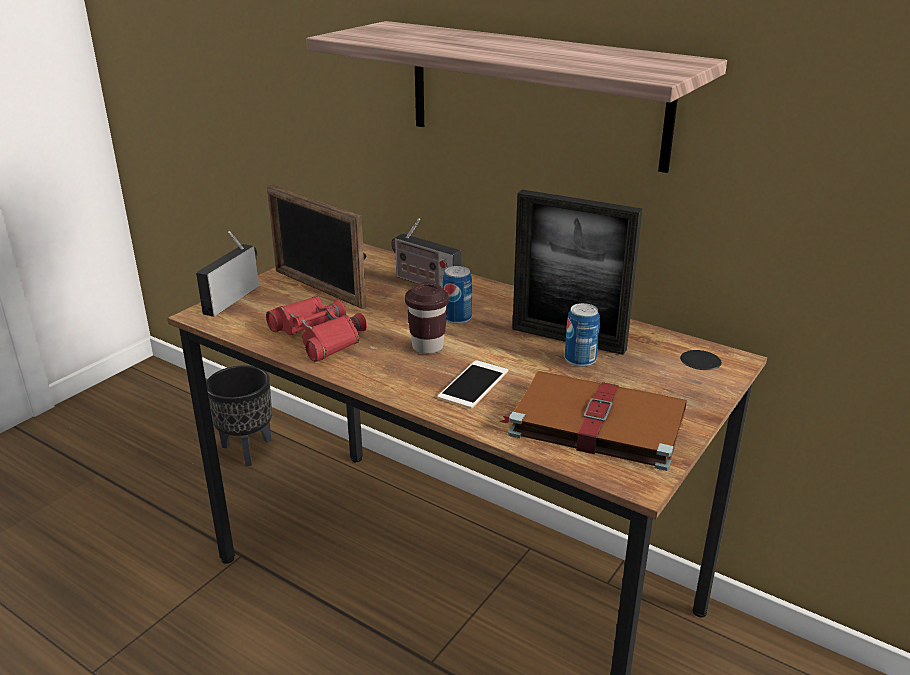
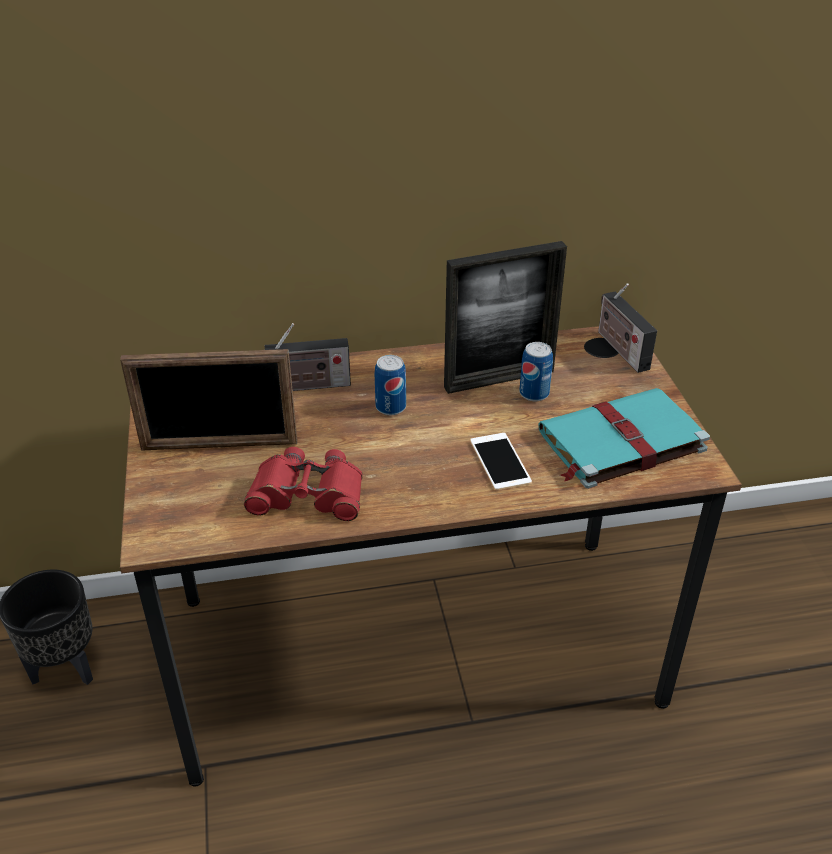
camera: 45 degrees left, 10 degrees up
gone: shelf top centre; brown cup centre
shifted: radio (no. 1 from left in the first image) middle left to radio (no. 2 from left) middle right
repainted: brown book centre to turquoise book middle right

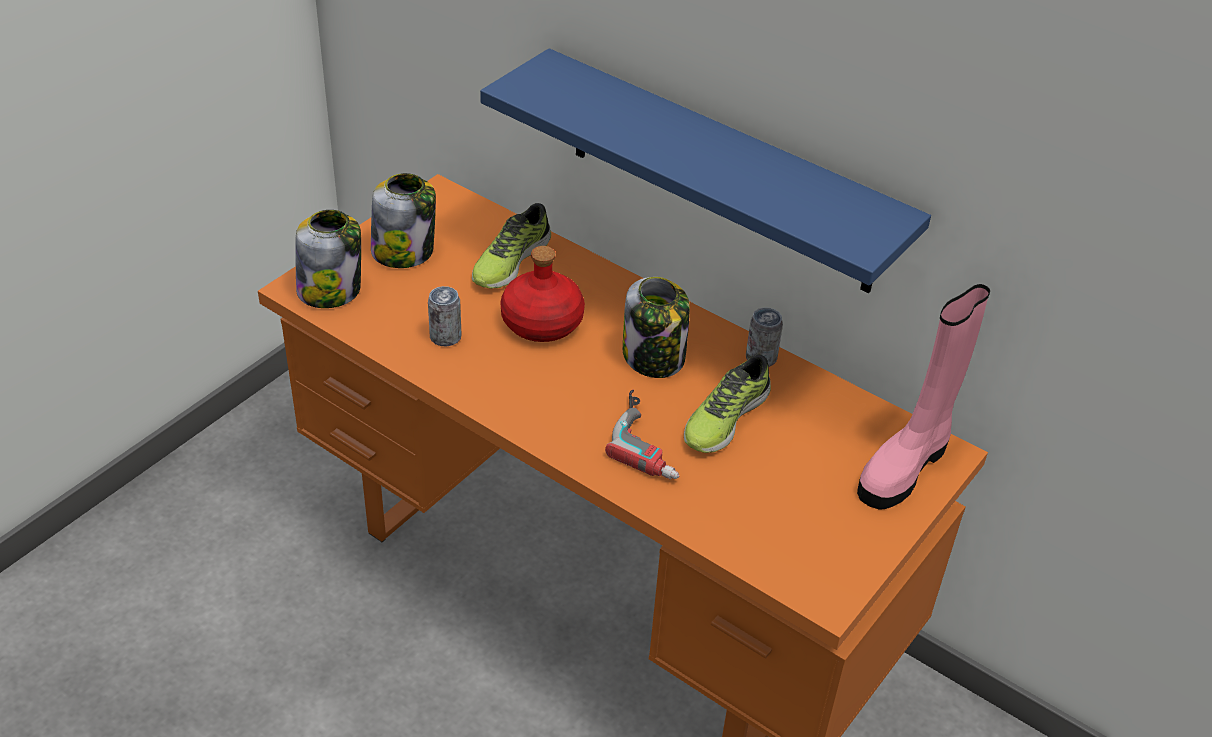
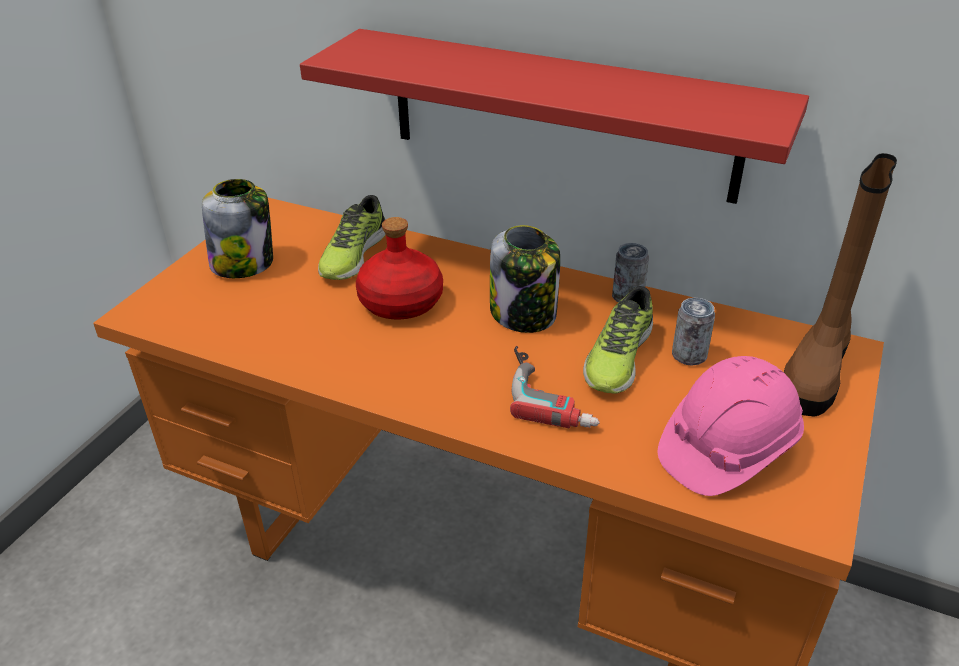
camera: 10 degrees left, 5 degrees down
gone: jar (no. 1 from left) middle left
new: pink hard hat middle right
shifted: can (no. 1 from left in the first image) centre to can (no. 2 from left) middle right
repainted: blue shelf top centre to red shelf top centre; pink boot middle right to brown boot middle right

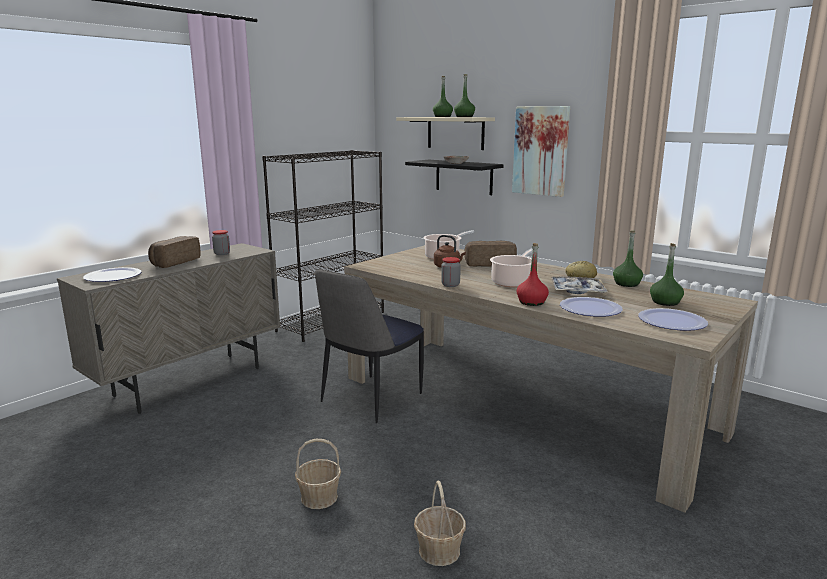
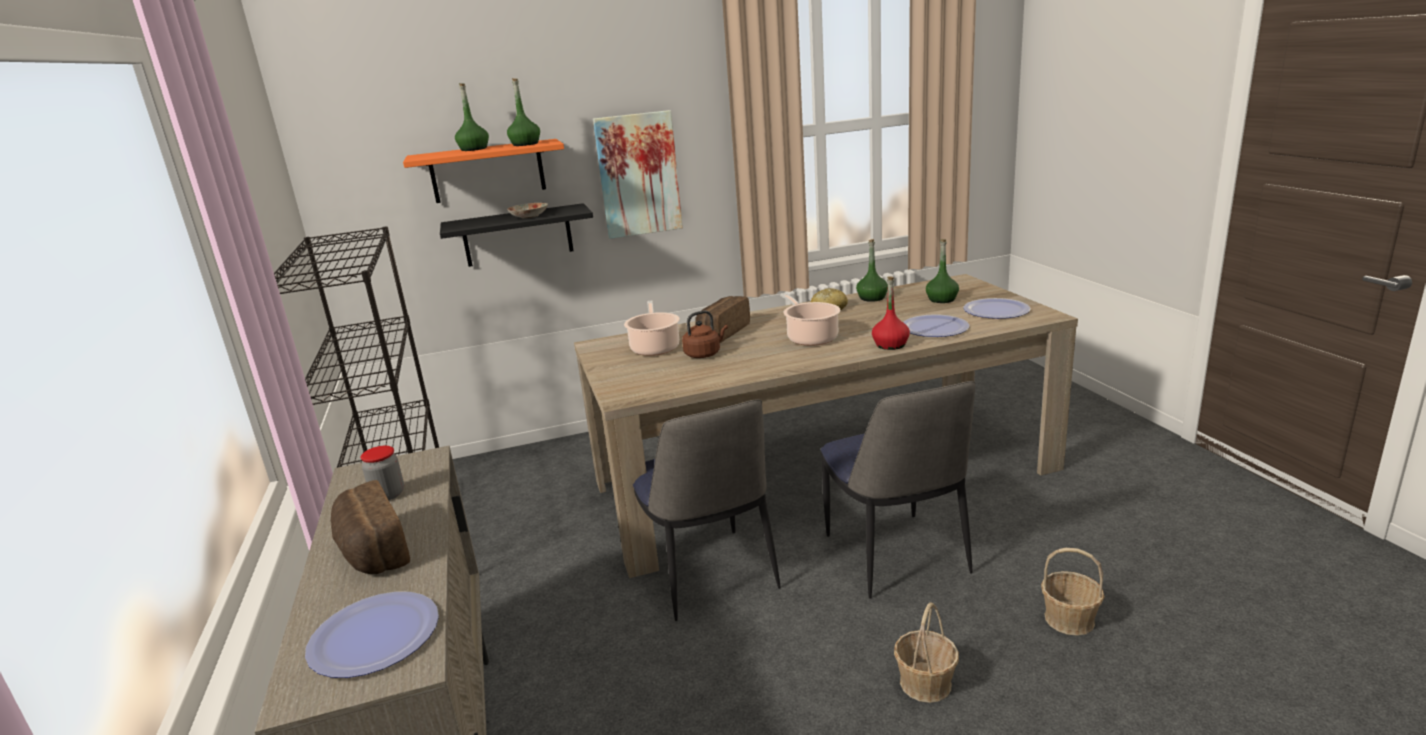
camera: 55 degrees left, 5 degrees up
gone: jar (no. 2 from left) centre; tray middle right
new: chair (no. 2 from left) bottom centre
repainted: beige shelf top centre to orange shelf top centre

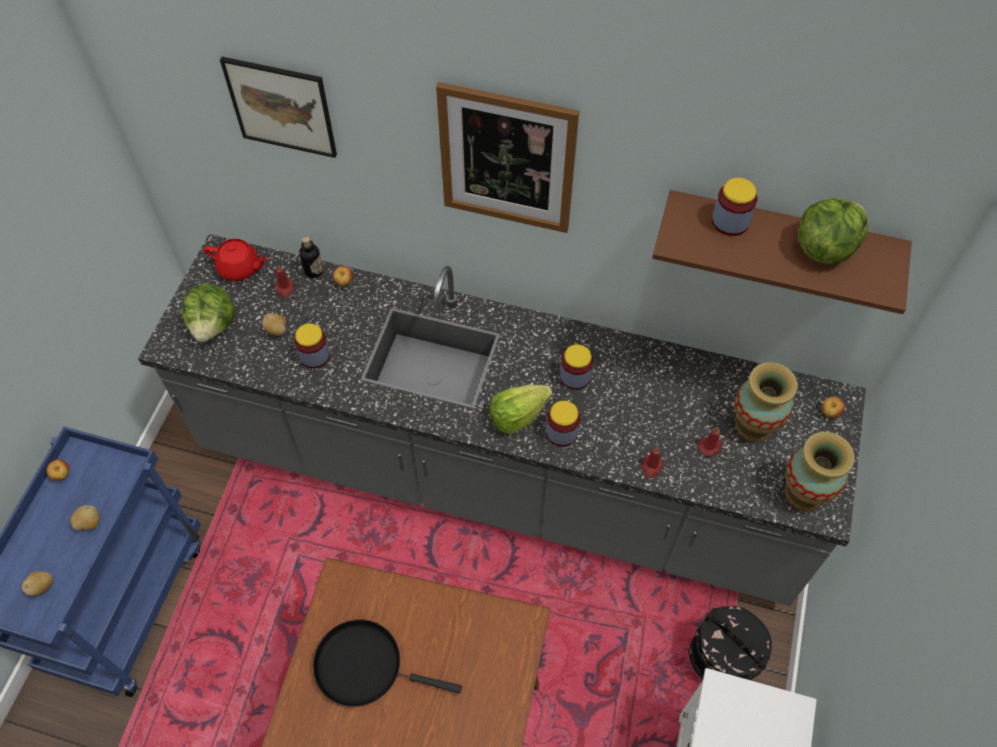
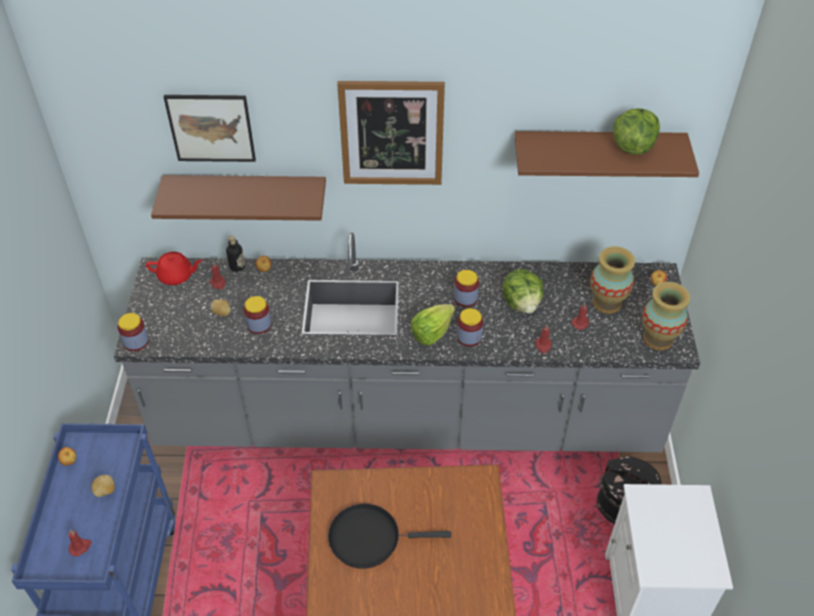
camera: 15 degrees left, 10 degrees down
new: brown shelf (no. 1 from left) top left
shifted: lettuce (no. 1 from left in the first image) middle left to lettuce (no. 2 from left) centre; jar (no. 4 from left in the first image) top right to jar (no. 1 from left) middle left
swapped: potato (no. 1 from left) bottom left to red candle (no. 1 from left) bottom left

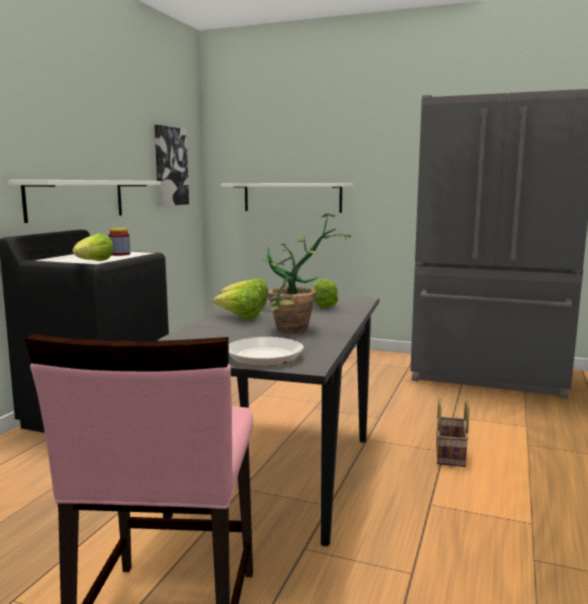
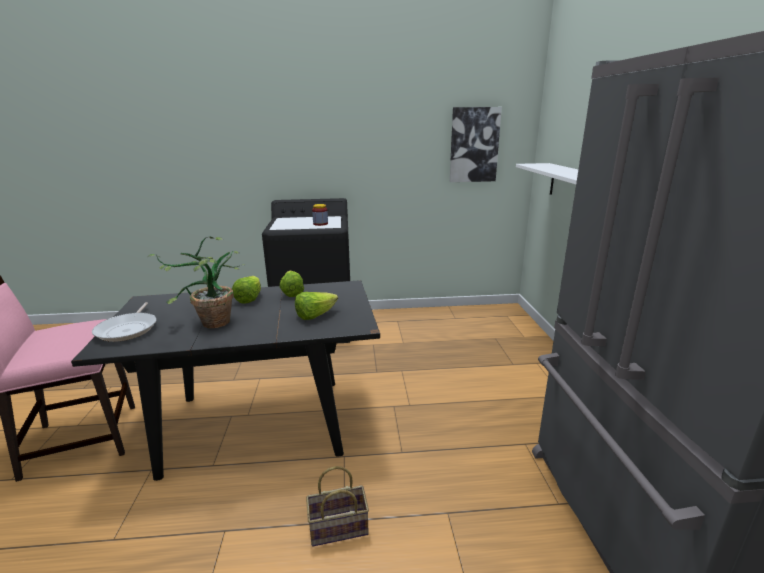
camera: 65 degrees right, 10 degrees up
gone: white shelf (no. 1 from left) top left; lettuce (no. 1 from left) middle left

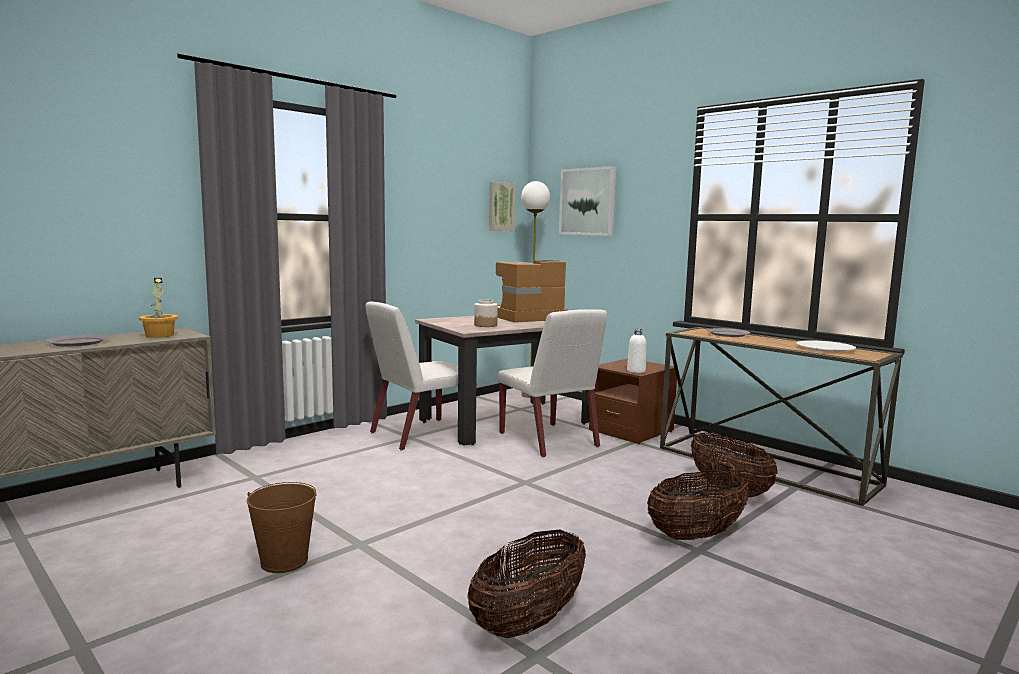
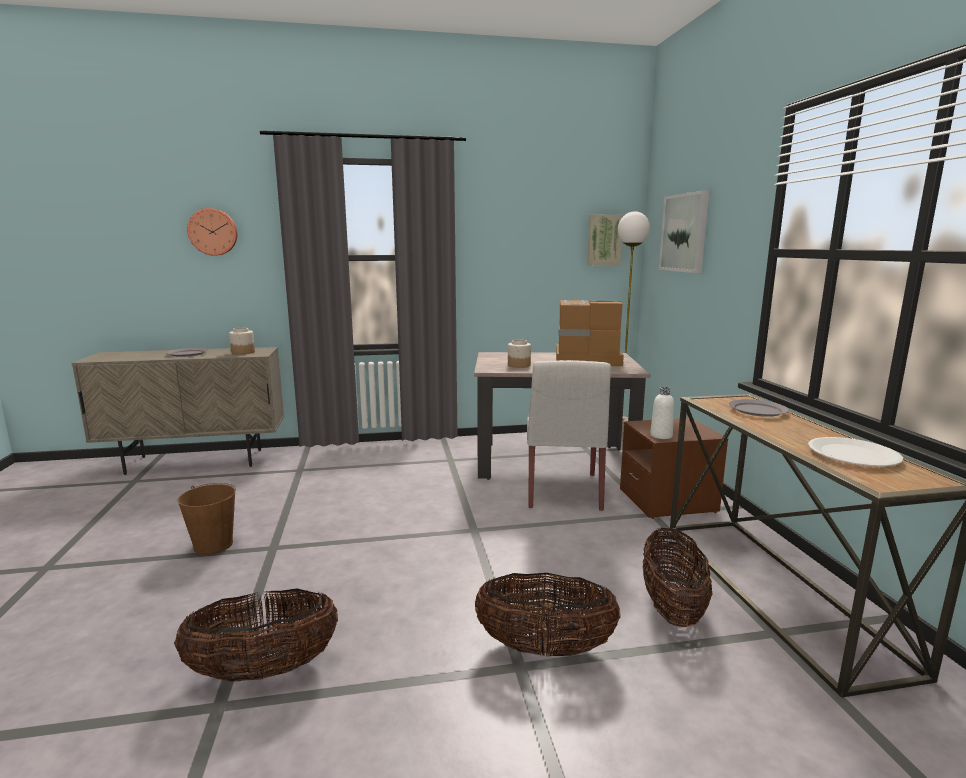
camera: 35 degrees right, 5 degrees up
gone: white chair (no. 1 from left) centre
new: wall clock top left
swapped: potted plant middle left to jar (no. 1 from left) middle left

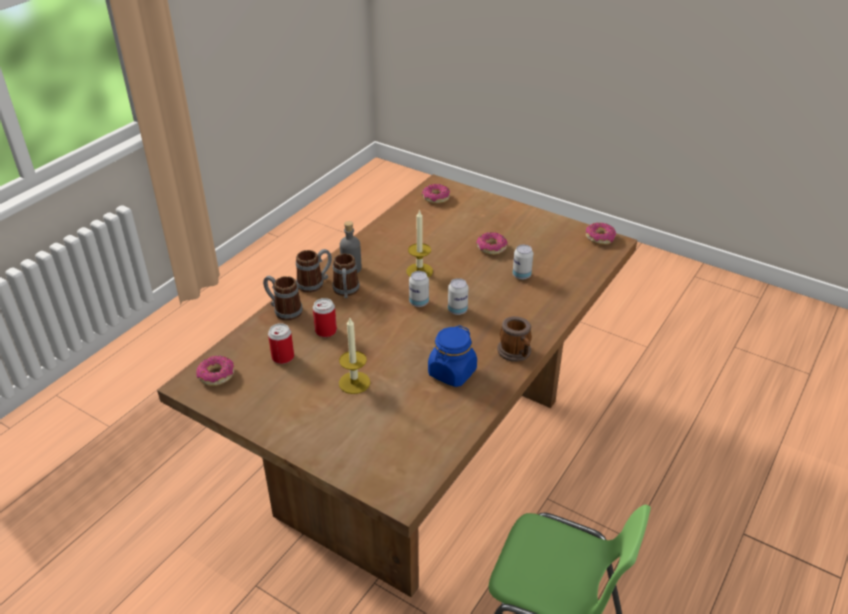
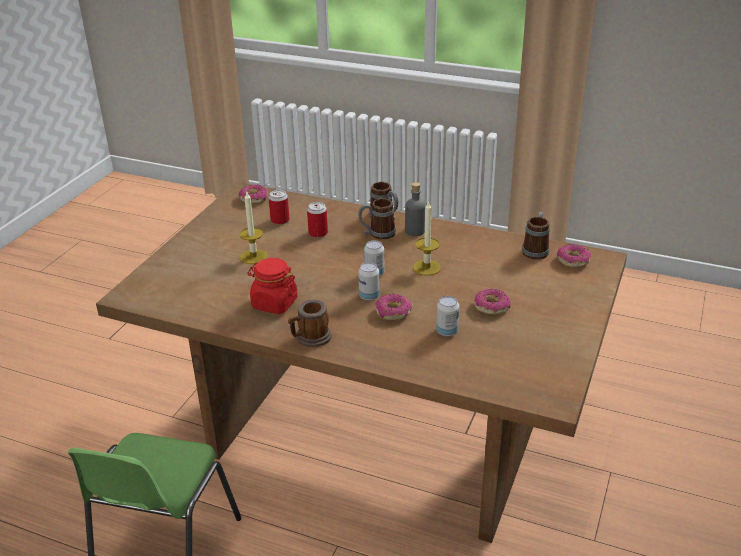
camera: 80 degrees right, 5 degrees down
shifted: mug (no. 1 from left in the first image) centre to mug (no. 4 from left) middle right; donut (no. 4 from left in the first image) middle right to donut (no. 2 from left) centre
repainted: blue jar centre to red jar centre

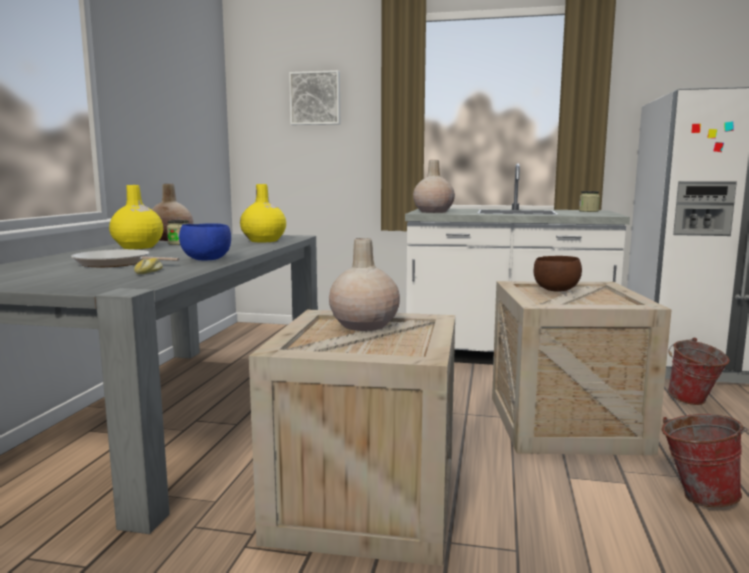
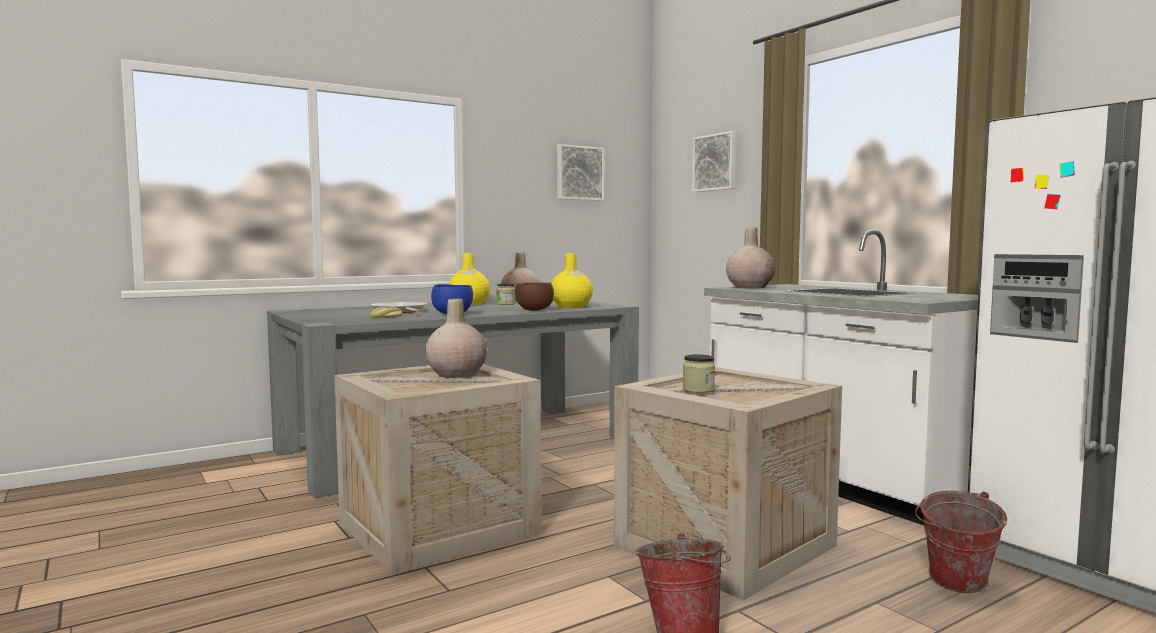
camera: 45 degrees right, 5 degrees down
new: picture (no. 1 from left) top centre
shifted: brown bowl middle right to centre; jar (no. 2 from left) middle right to centre

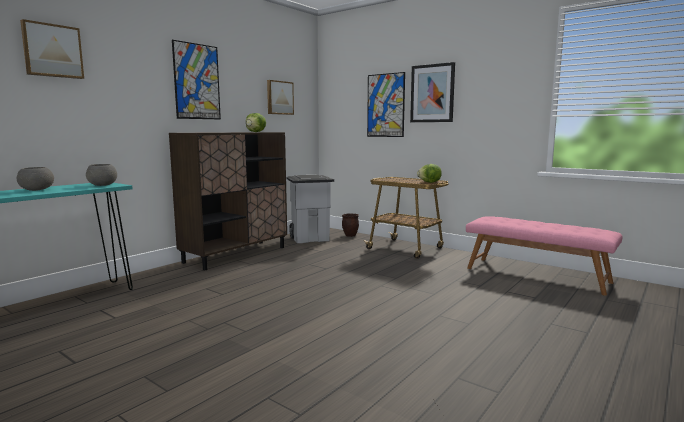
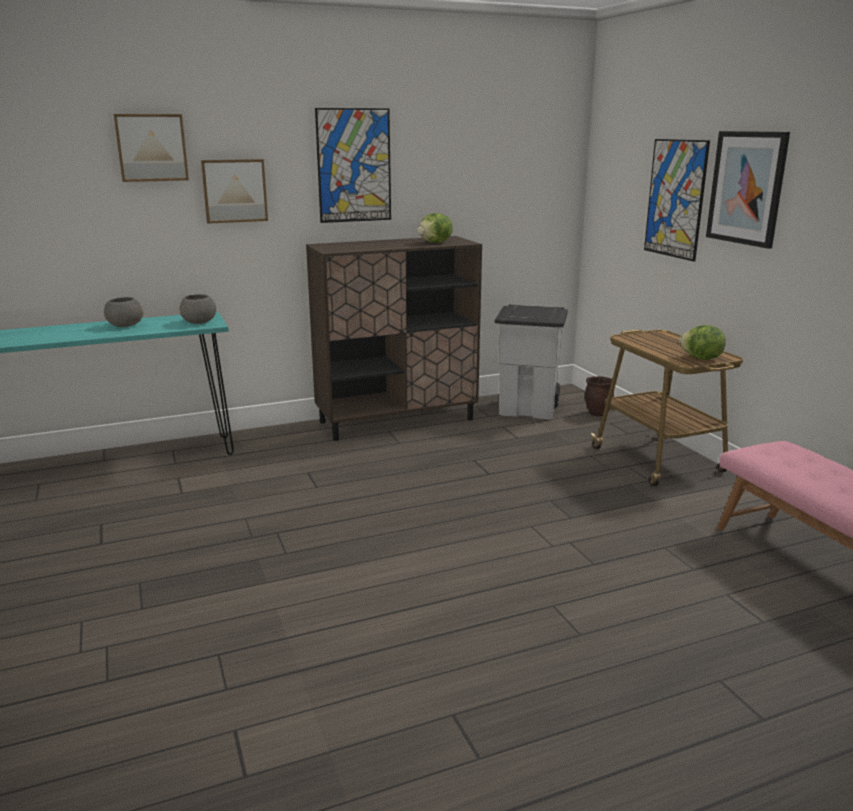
camera: 30 degrees right, 10 degrees up
shifted: picture (no. 3 from left in the first image) top centre to picture (no. 2 from left) top left

